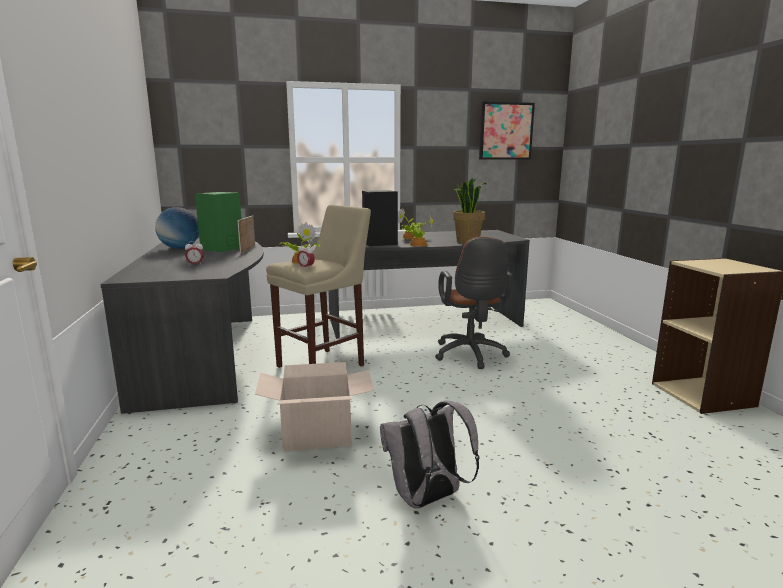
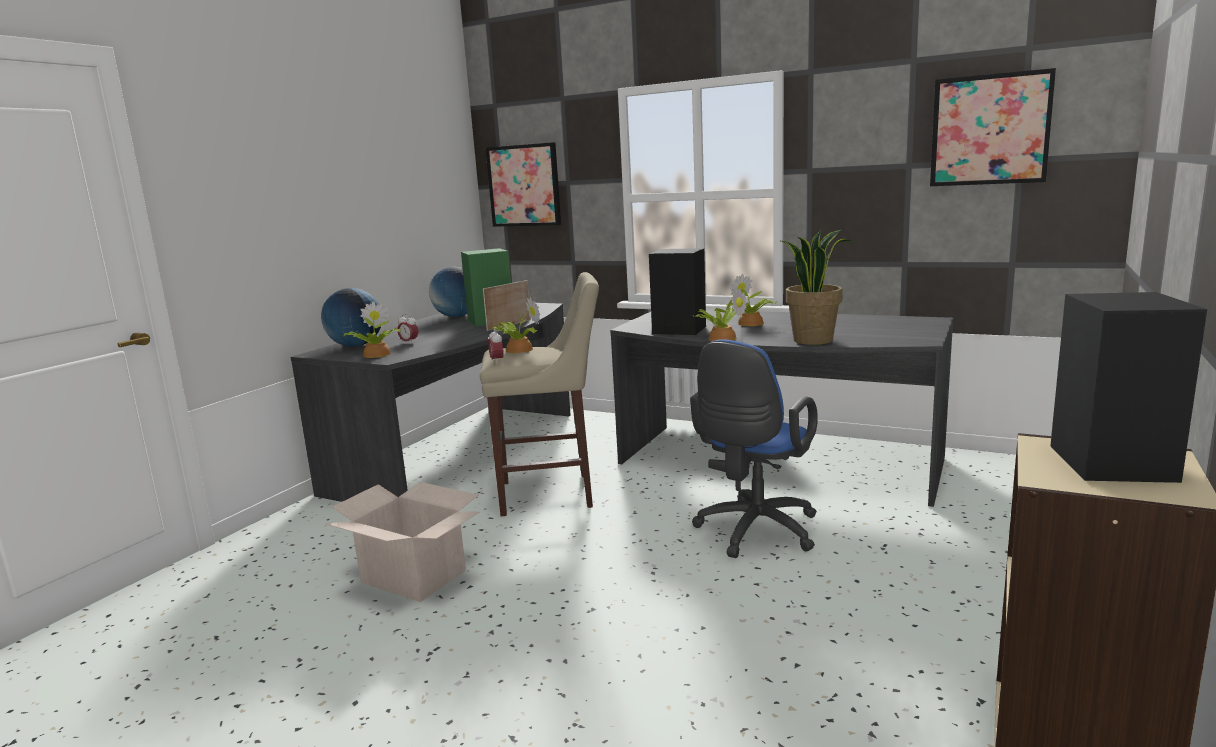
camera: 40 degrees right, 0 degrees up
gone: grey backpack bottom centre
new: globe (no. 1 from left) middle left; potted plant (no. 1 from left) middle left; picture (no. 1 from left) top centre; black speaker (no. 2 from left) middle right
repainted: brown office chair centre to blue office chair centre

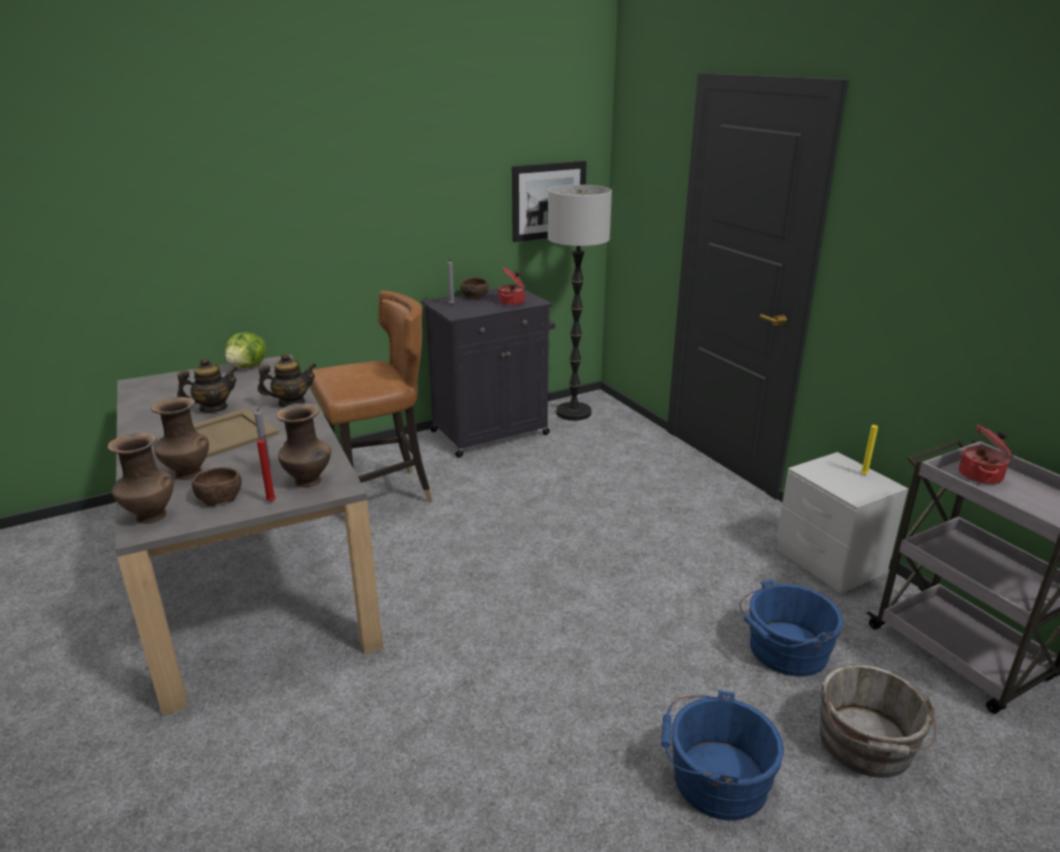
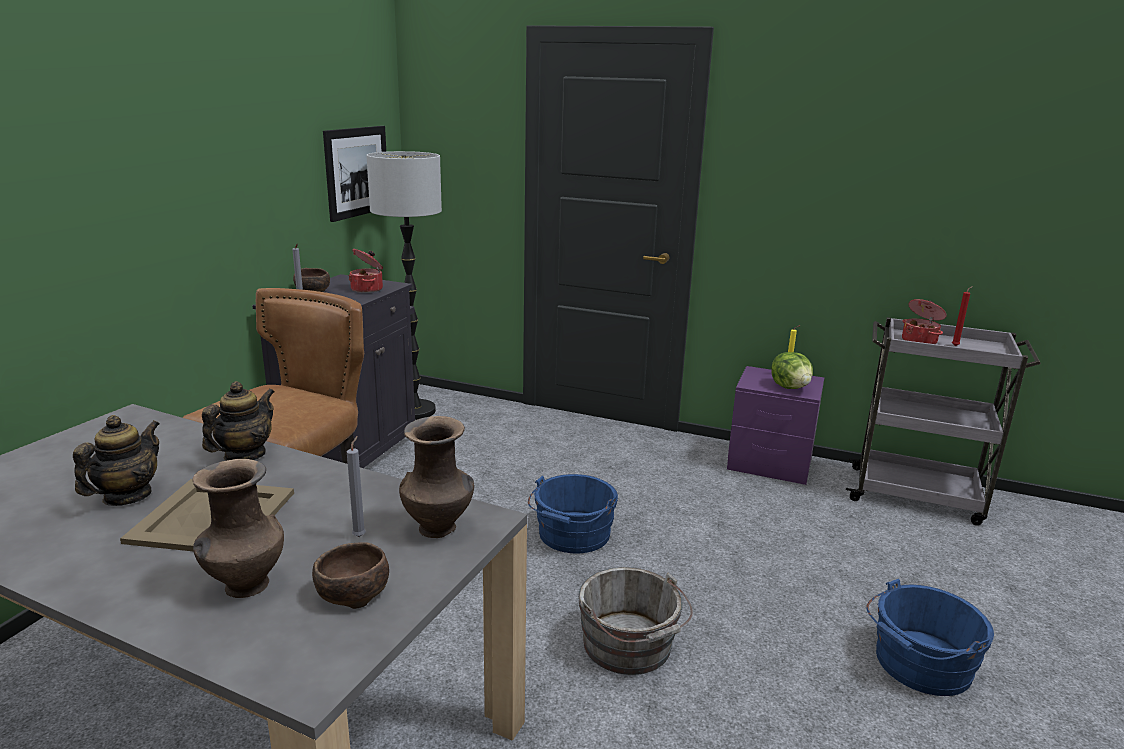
camera: 40 degrees left, 5 degrees down
gone: brown vase (no. 1 from left) middle left
shifted: lettuce middle left to middle right; red candle middle left to middle right; blue bucket (no. 2 from left in the first image) bottom right to blue bucket (no. 1 from left) bottom centre; grey bucket bottom right to bottom centre
repainted: grey nightstand middle right to purple nightstand middle right

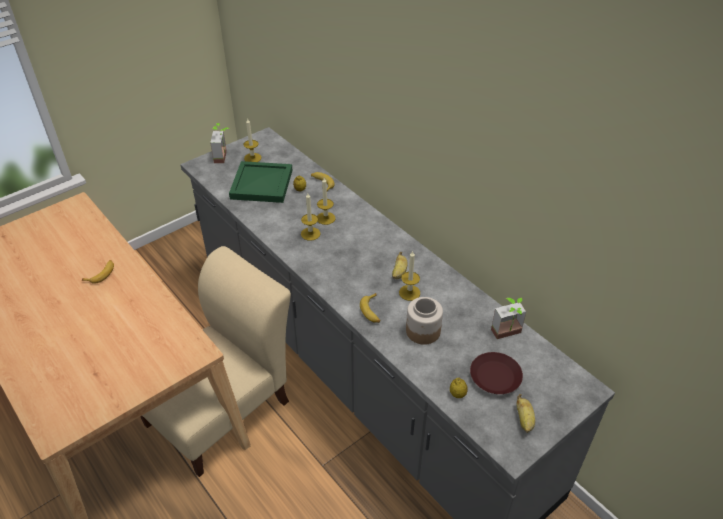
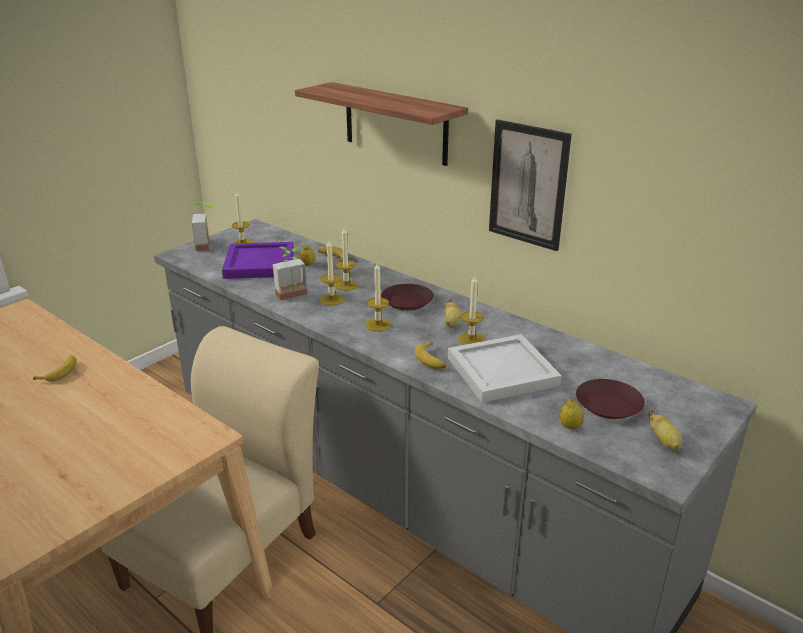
camera: 10 degrees left, 15 degrees down
new: shelf top centre; candle (no. 4 from left) centre; brown plate (no. 1 from left) centre; picture top centre
shifted: potted plant (no. 2 from left) middle right to centre
swapped: jar centre to white tray centre
repainted: green tray centre to purple tray middle left

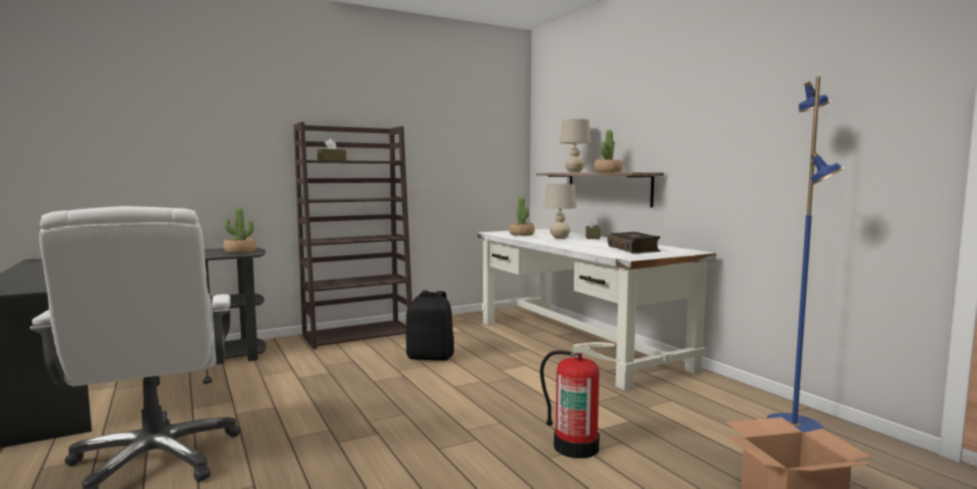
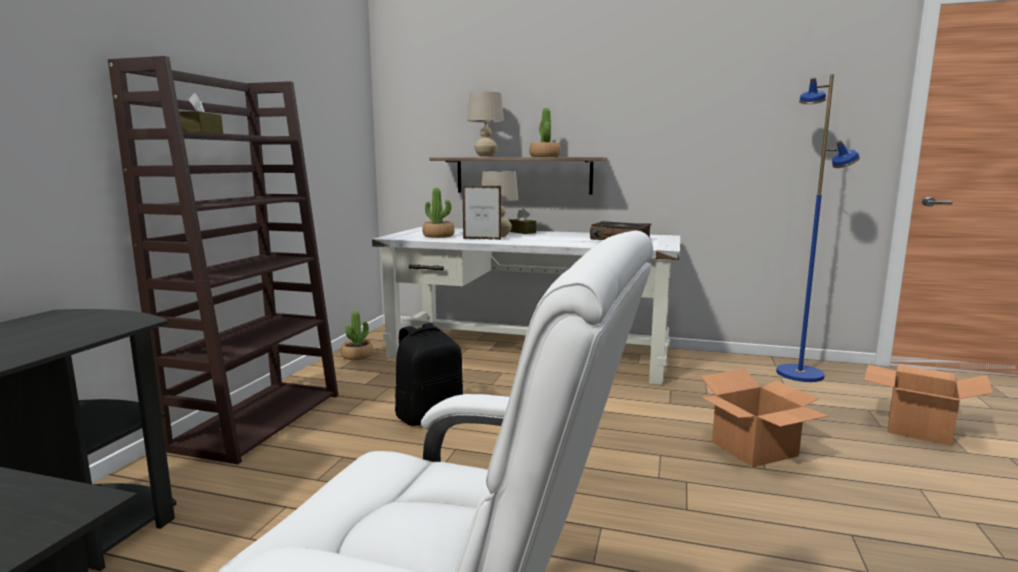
camera: 45 degrees left, 5 degrees up
new: picture frame centre
shifted: potted plant (no. 1 from left) middle left to centre
swapped: fire extinguisher bottom centre to cardboard box (no. 1 from left) bottom right

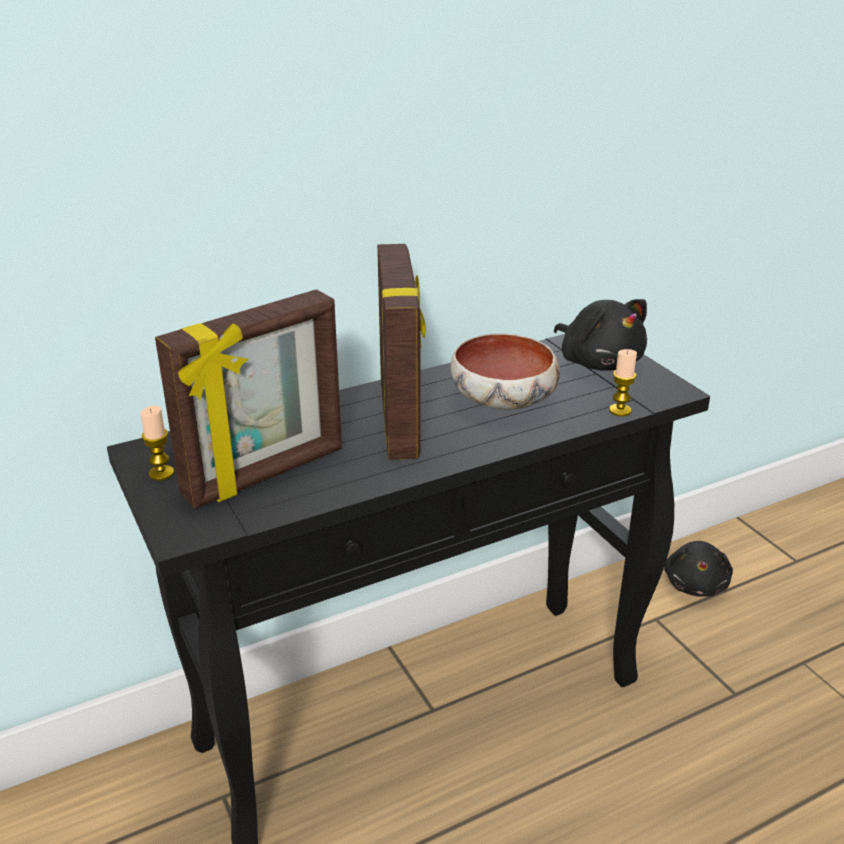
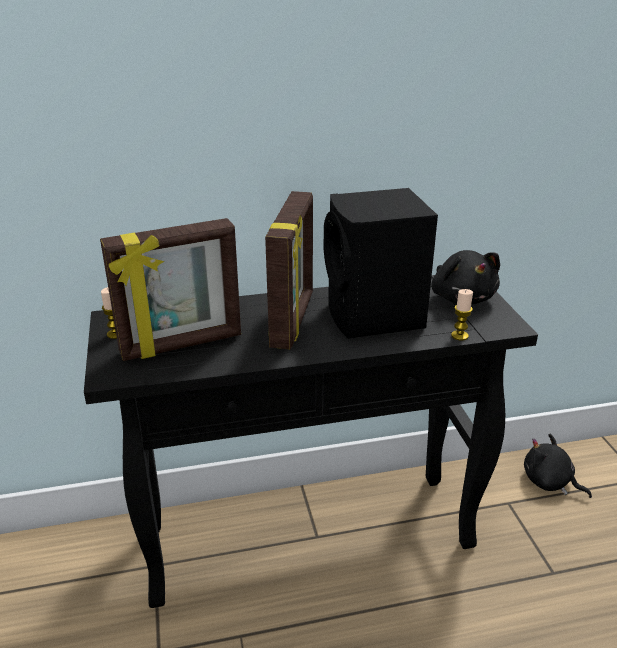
camera: 15 degrees right, 0 degrees up
swapped: bowl centre to black speaker centre
rotated: black plush toy (no. 2 from left) bottom right = bottom right 105 degrees clockwise

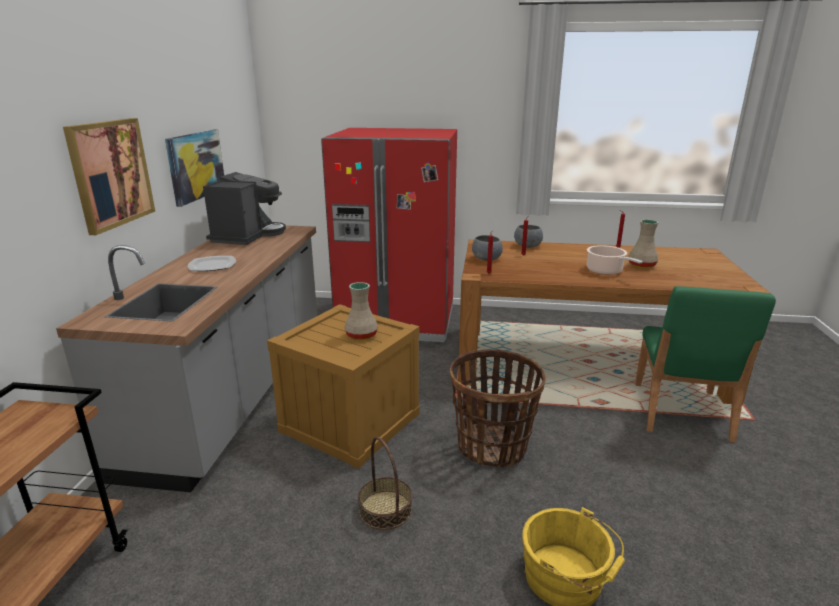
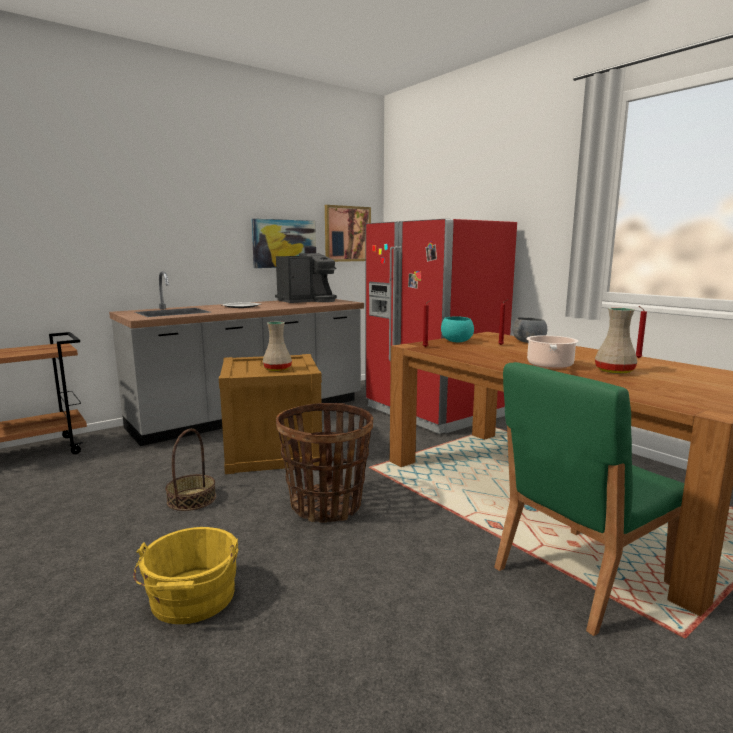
camera: 45 degrees right, 10 degrees down
shifted: picture (no. 1 from left in the first image) top left to picture (no. 2 from left) top centre
repainted: grey bowl (no. 1 from left) centre to turquoise bowl centre

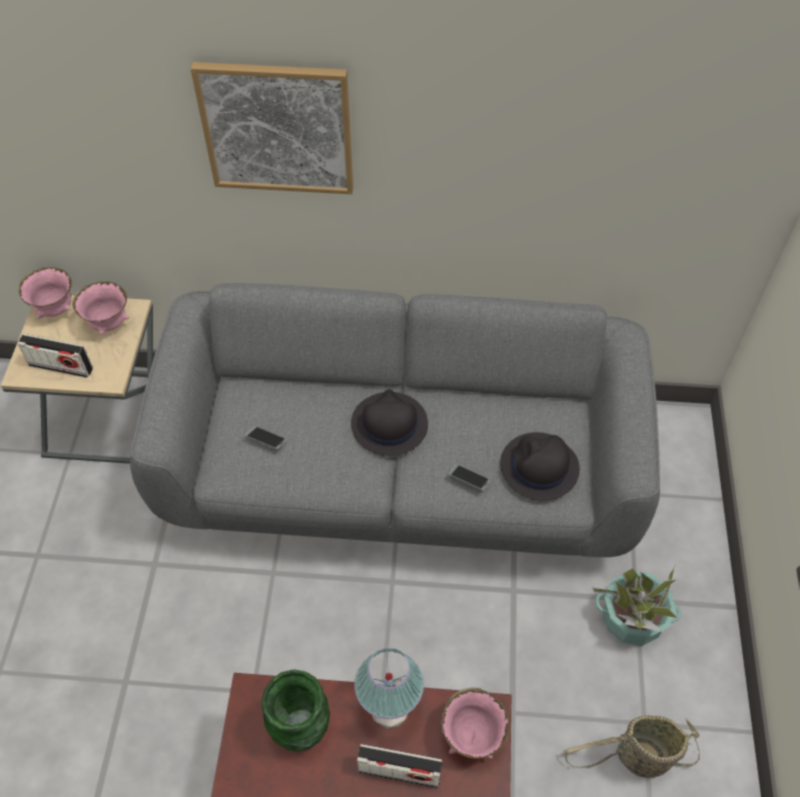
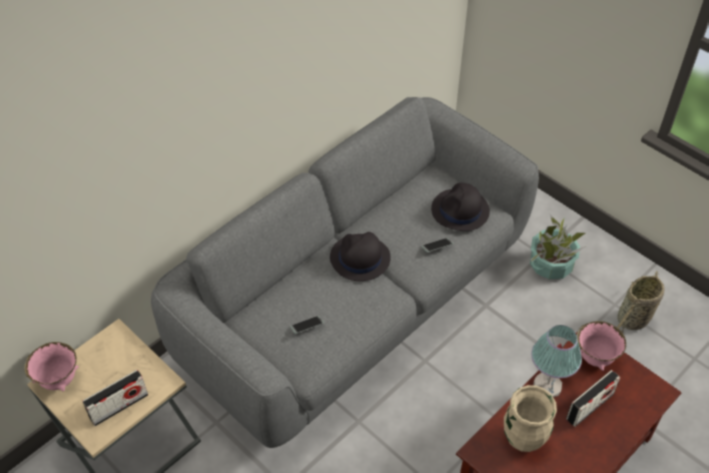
camera: 50 degrees left, 5 degrees down
gone: pink bowl (no. 2 from left) middle left; picture top centre
repainted: green vase bottom centre to beige vase bottom right

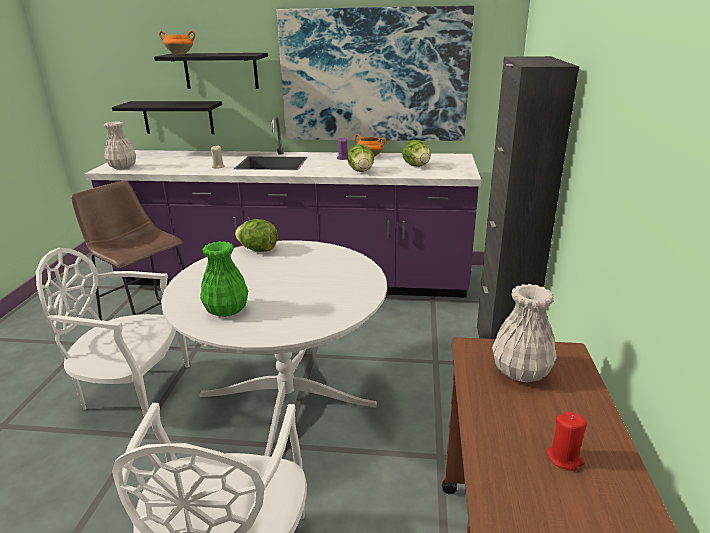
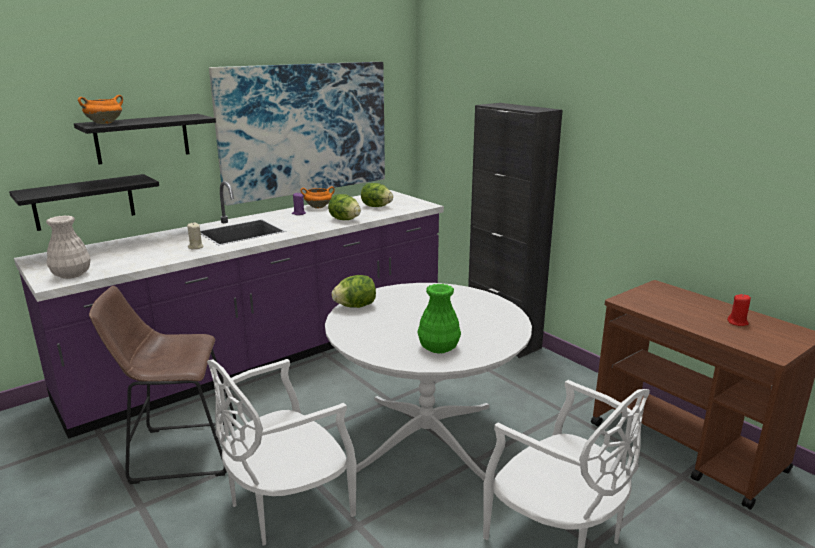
camera: 45 degrees left, 5 degrees down
gone: white vase (no. 2 from left) middle right

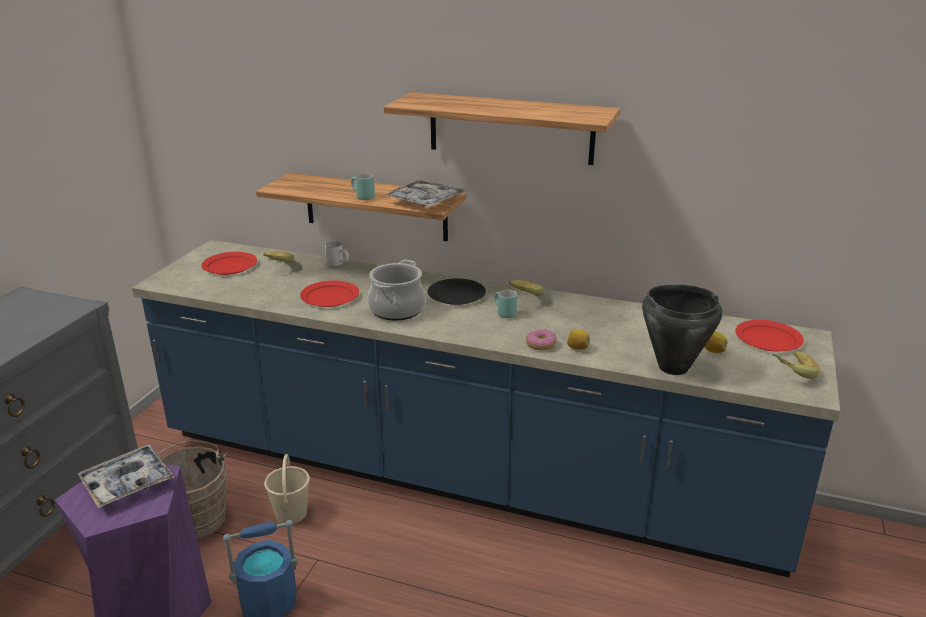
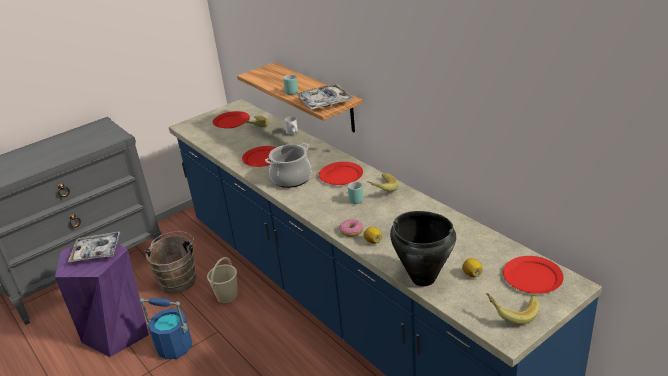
camera: 35 degrees right, 5 degrees up
gone: shelf (no. 2 from left) top centre
repainted: black plate centre to red plate (no. 3 from left) centre

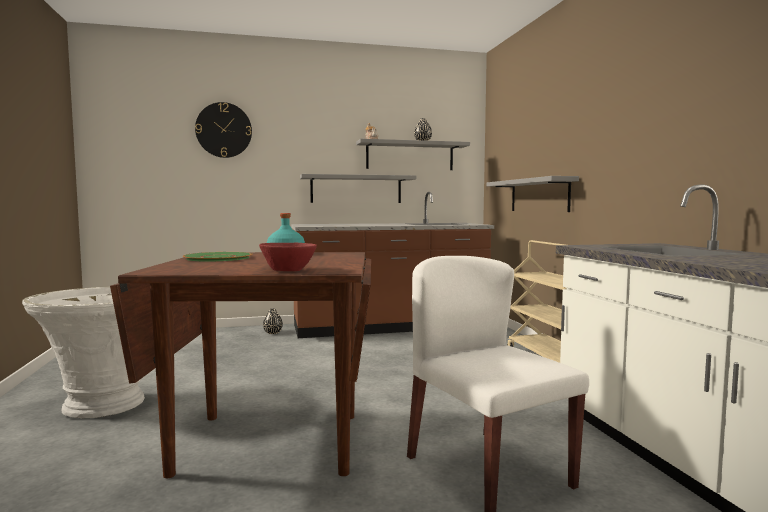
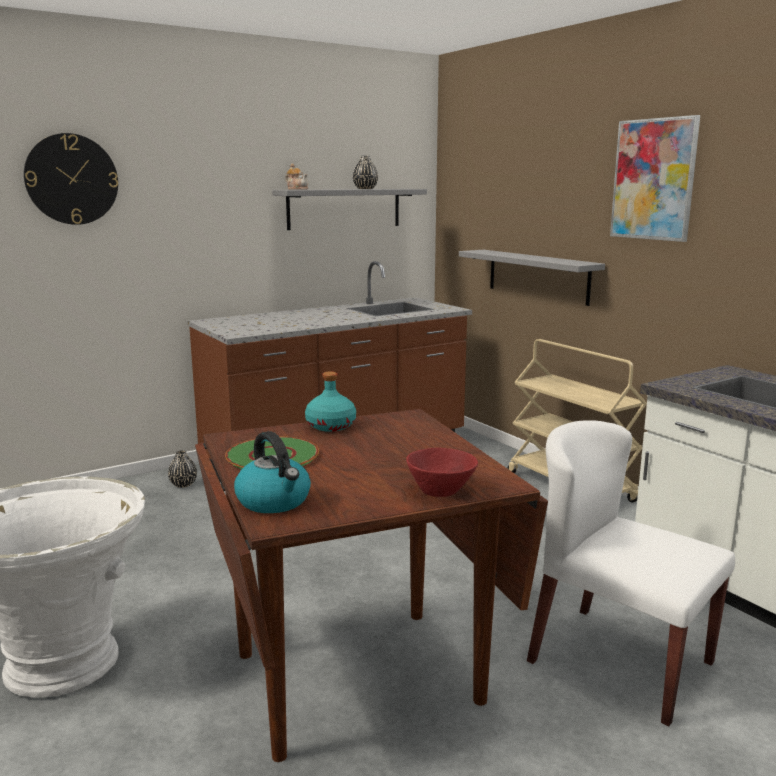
camera: 20 degrees left, 10 degrees up
gone: grey shelf (no. 1 from left) centre
new: kettle centre; picture top right

